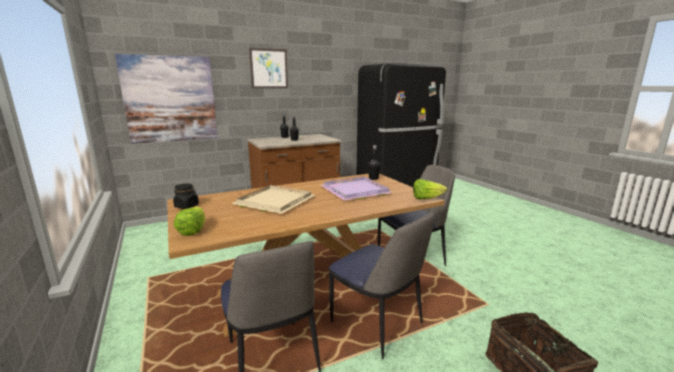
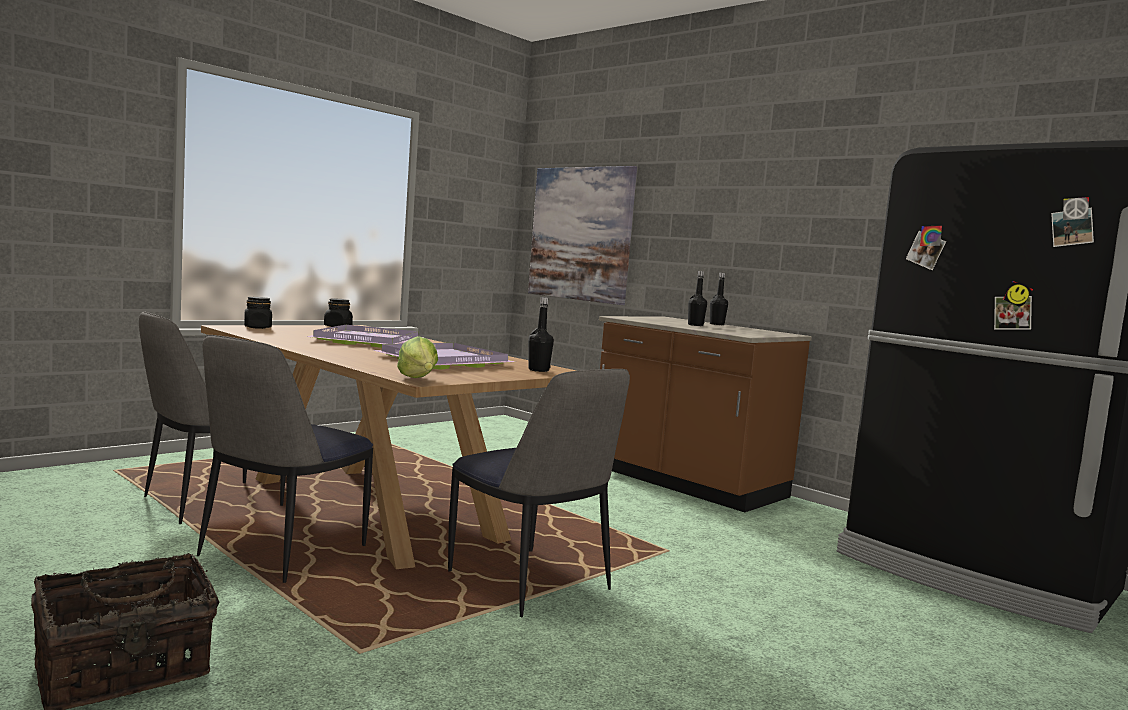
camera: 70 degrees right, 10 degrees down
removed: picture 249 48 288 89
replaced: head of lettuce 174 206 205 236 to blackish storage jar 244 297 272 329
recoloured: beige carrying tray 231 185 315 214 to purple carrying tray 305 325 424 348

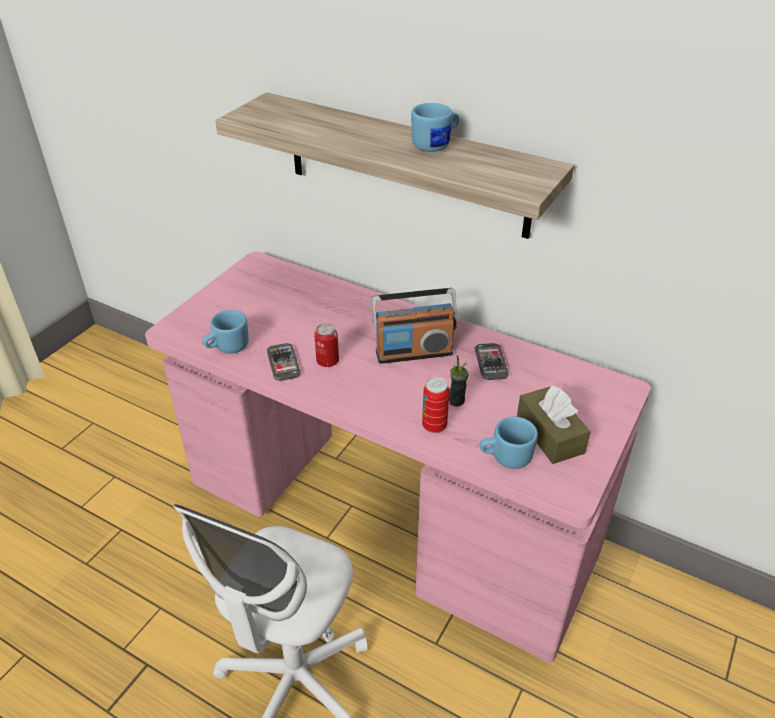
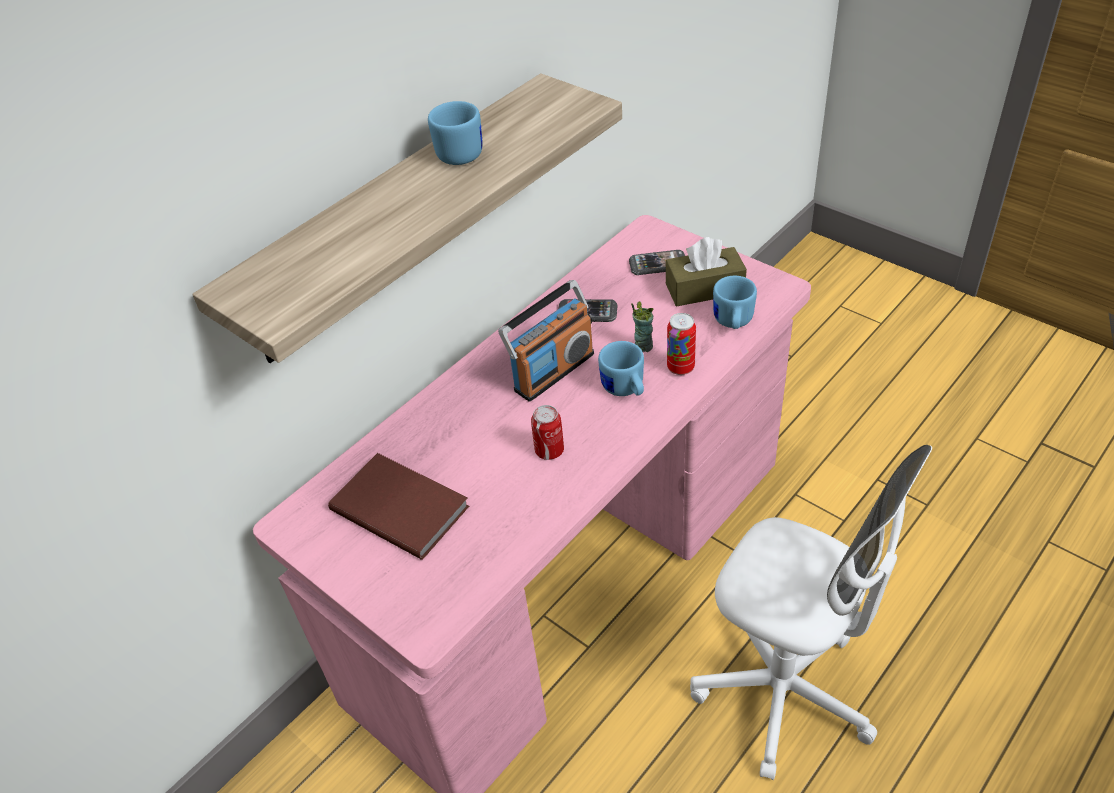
camera: 75 degrees left, 5 degrees up
added: brownish book 328 453 469 560
moved: blue-coloured coffee mug 202 310 249 354 to 598 341 644 396; handset 267 343 301 381 to 629 250 685 275
turned: radio receiver 371 288 457 364 = 498 280 594 402 45 degrees clockwise

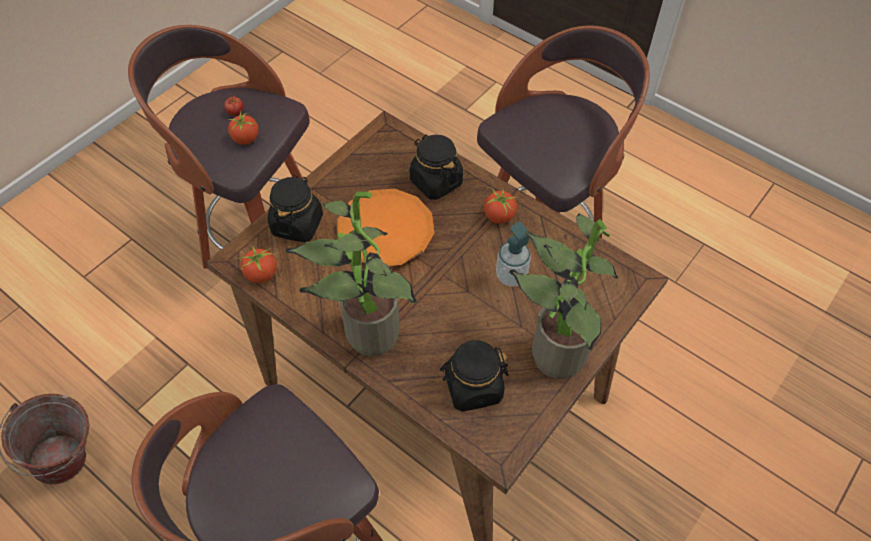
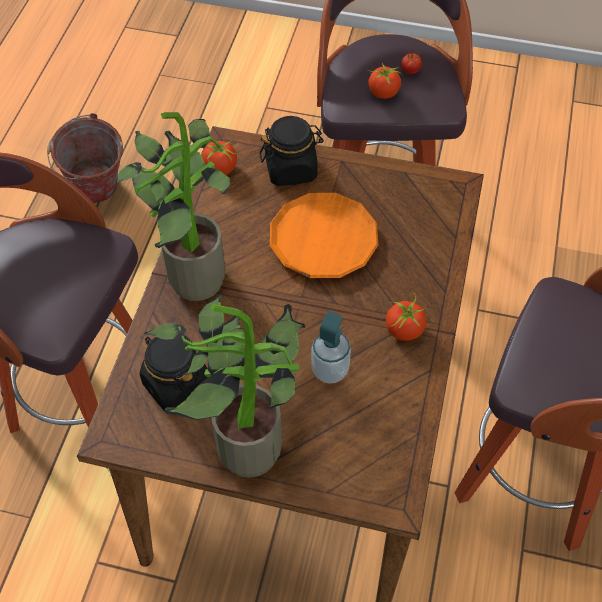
camera: 65 degrees right, 0 degrees up
removed: blackish storage jar 410 134 463 200

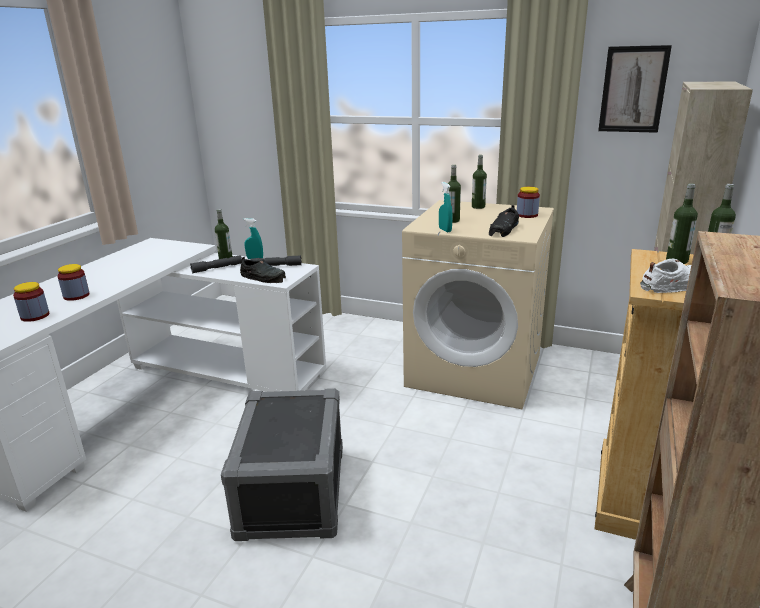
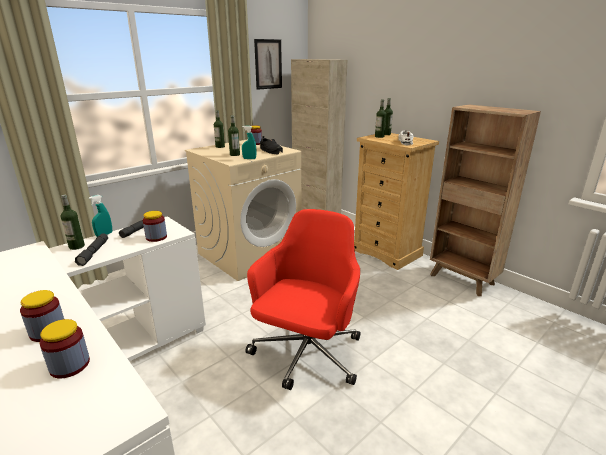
camera: 65 degrees left, 0 degrees up
replaced: gray storage box 221 388 343 541 to red-coloured computer chair 246 209 360 390; blackish shoe 240 257 286 283 to storage jar 143 211 167 242

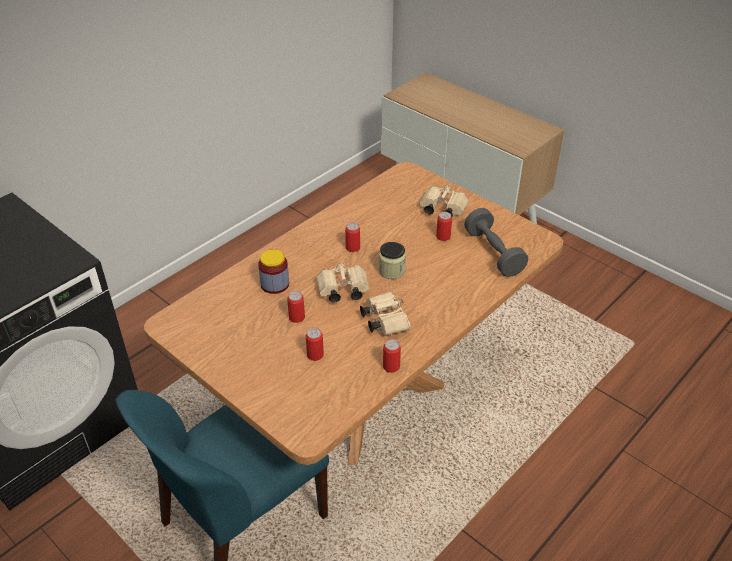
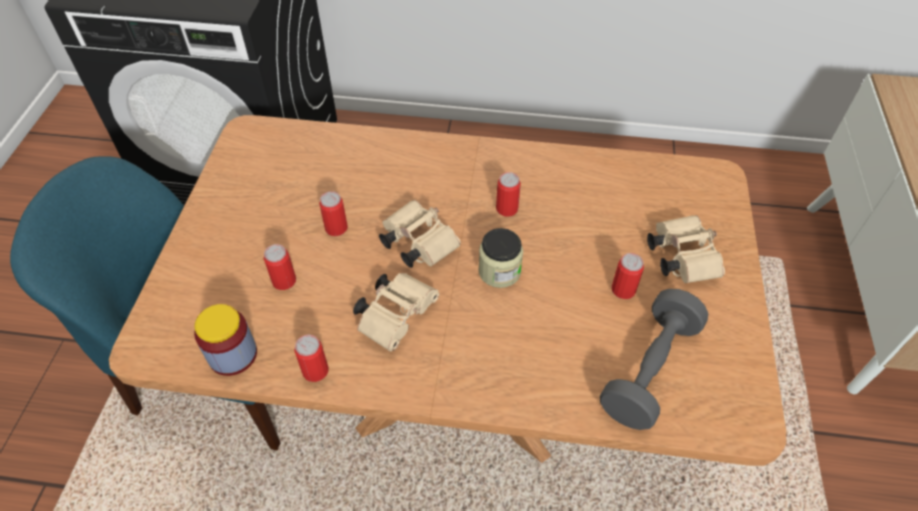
camera: 55 degrees right, 10 degrees up
moved: storage jar 258 249 289 294 to 194 304 257 376

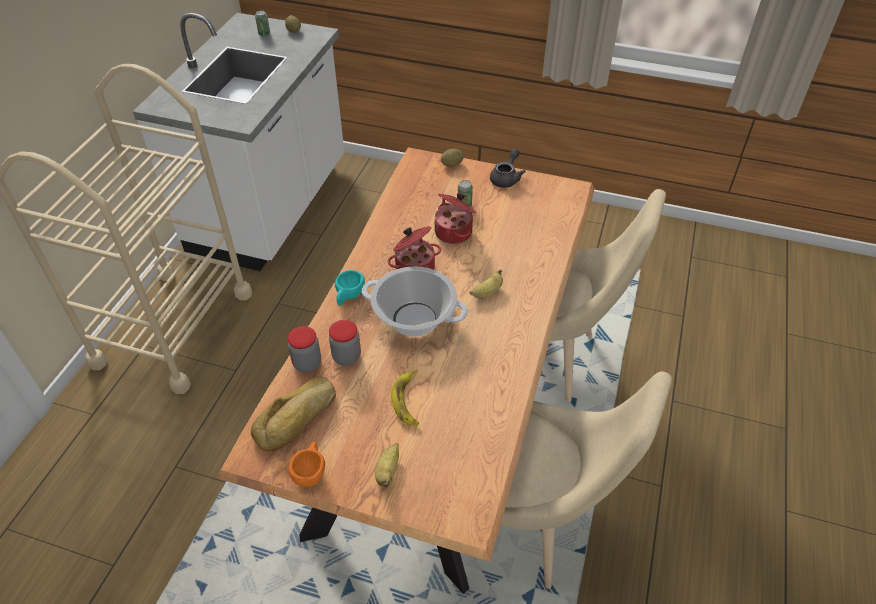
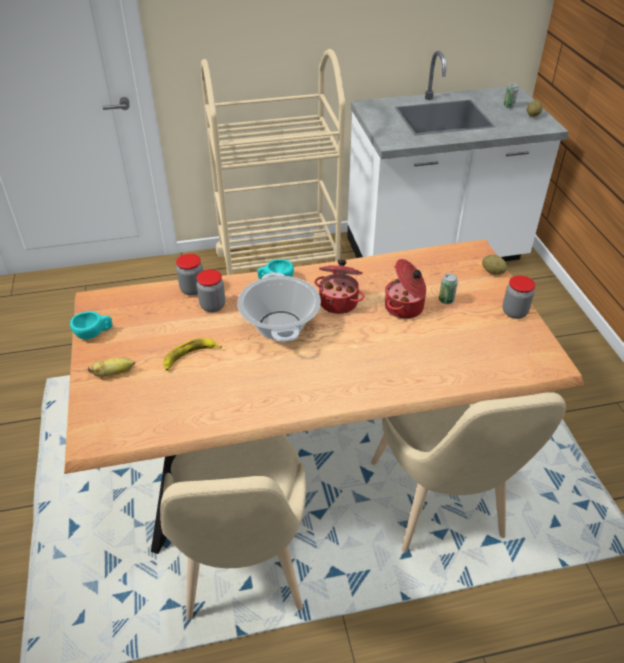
camera: 60 degrees right, 5 degrees down
removed: baked bread 251 377 336 452; banana fruit 470 269 503 299
replaced: gray teapot 490 149 526 188 to storage jar 503 276 535 319
recoloured: orange-coloured drinking cup 288 441 325 487 to blue-green drinking cup 70 311 113 339

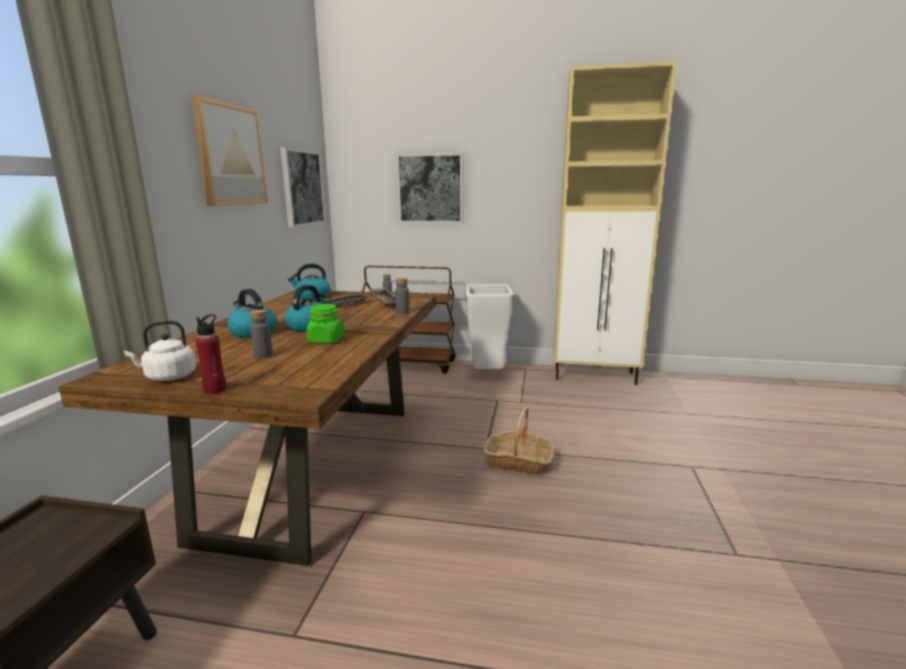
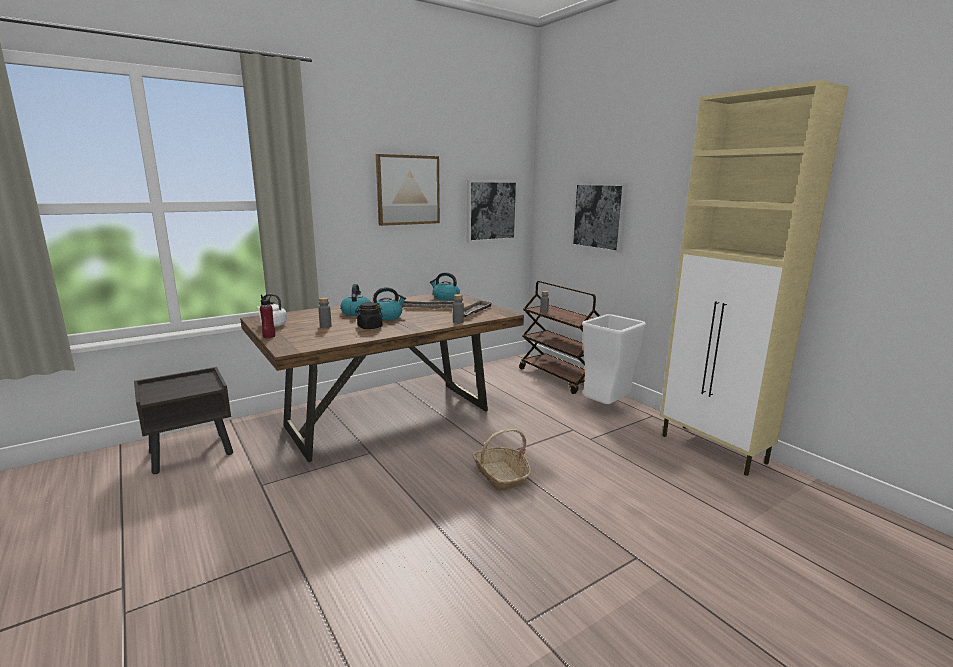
camera: 45 degrees right, 0 degrees up
recoloured: green storage jar 307 304 344 343 to blackish storage jar 355 302 383 329

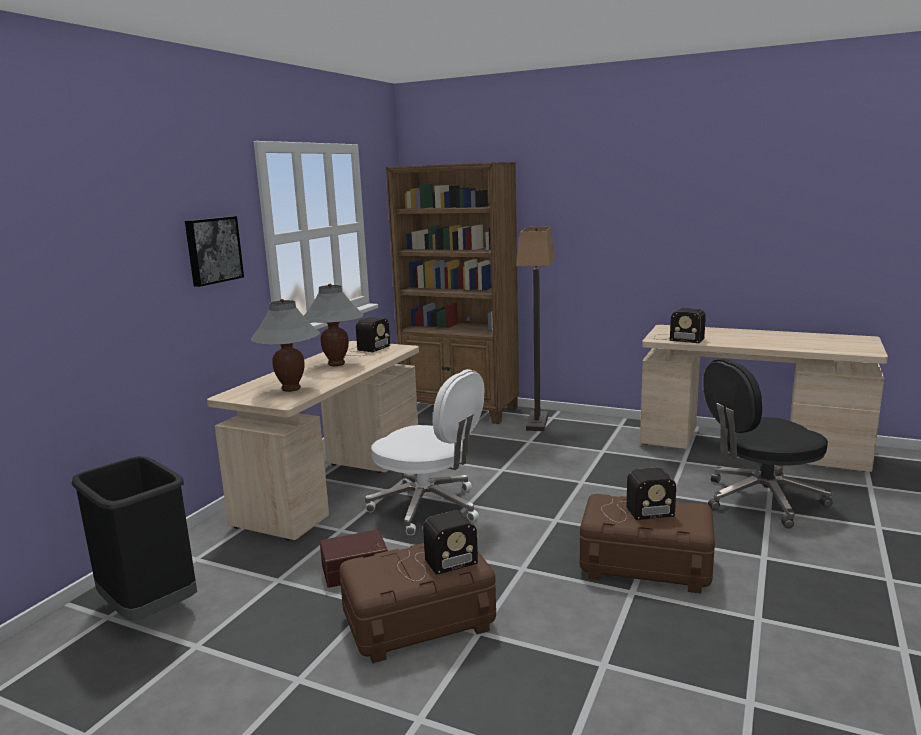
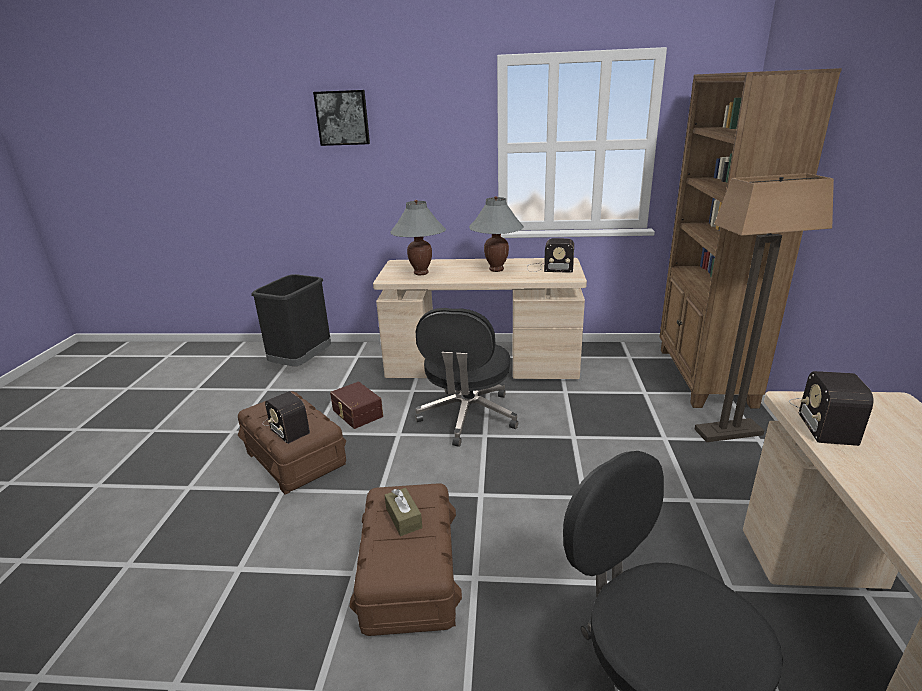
camera: 70 degrees right, 10 degrees up
moved: picture 185 216 244 287 to 313 90 370 146
replaced: radio receiver 601 467 676 523 to brownish tissue box 385 488 422 536
recoloured: whitish computer chair 365 369 484 535 to blackish computer chair 415 308 518 447

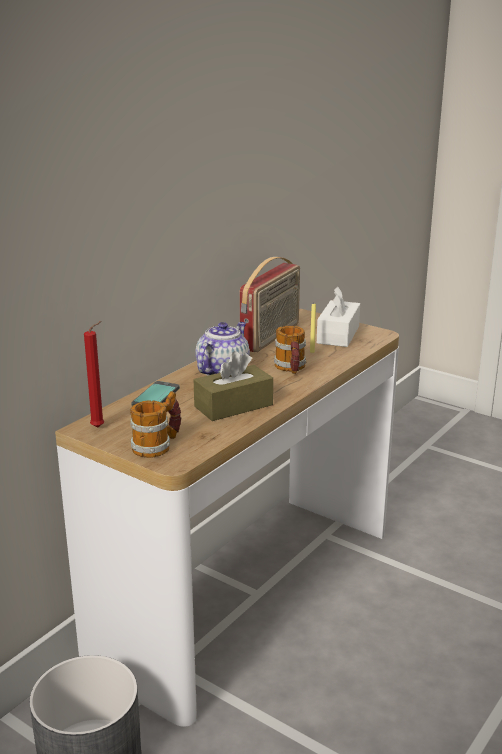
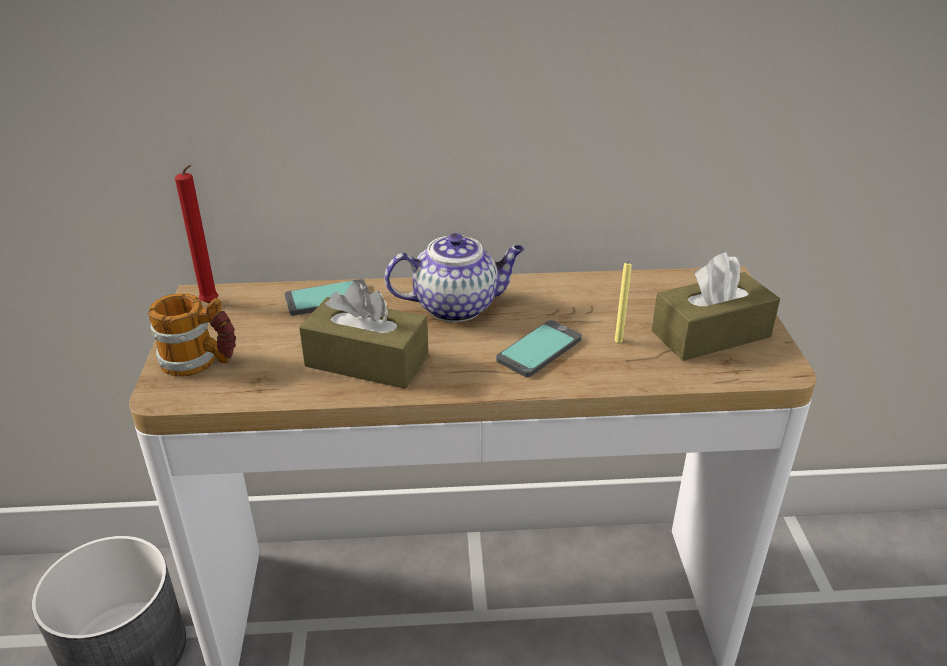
camera: 50 degrees right, 10 degrees up
removed: radio receiver 240 257 300 352
replaced: coffee mug 274 326 306 374 to handset 496 320 582 377
recoloured: whitish tissue box 317 287 360 347 to brownish tissue box 652 252 780 361

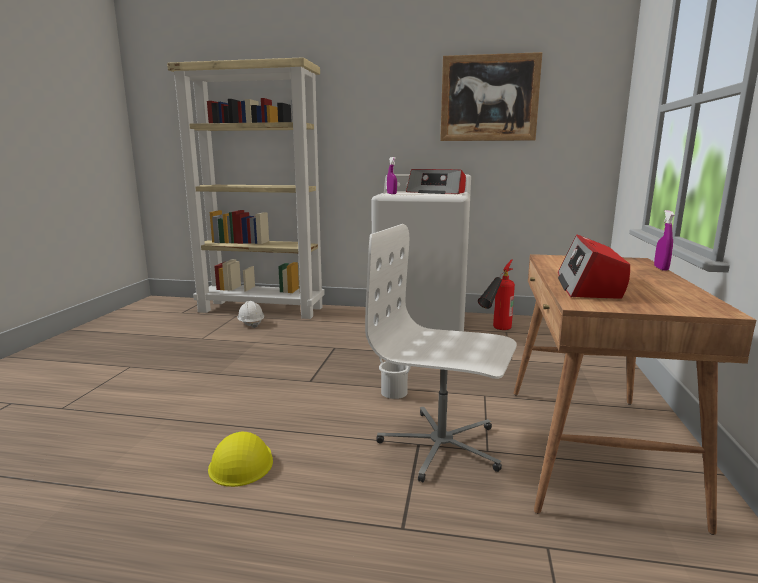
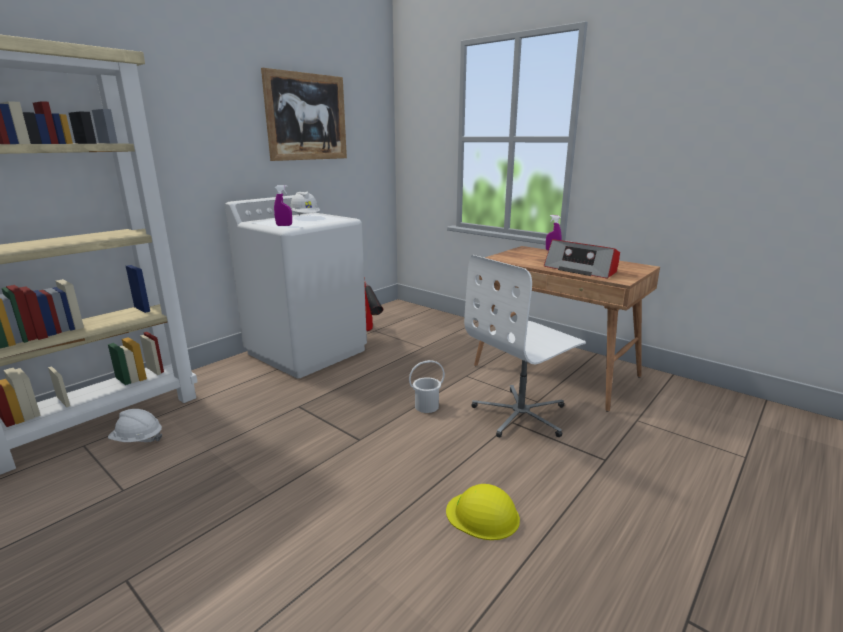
camera: 60 degrees left, 5 degrees up
replaced: radio receiver 406 169 466 194 to whitish hard hat 290 191 320 215

